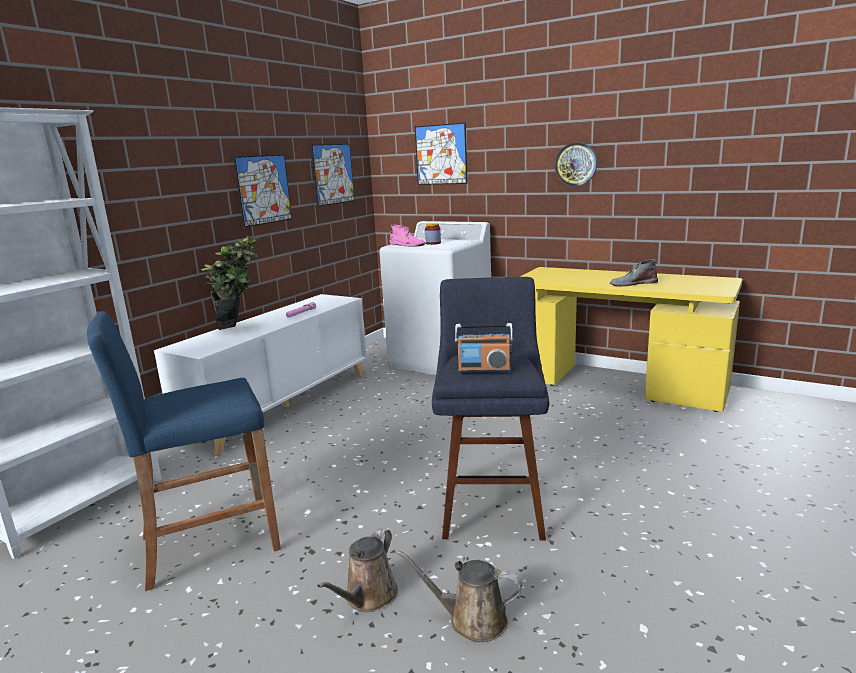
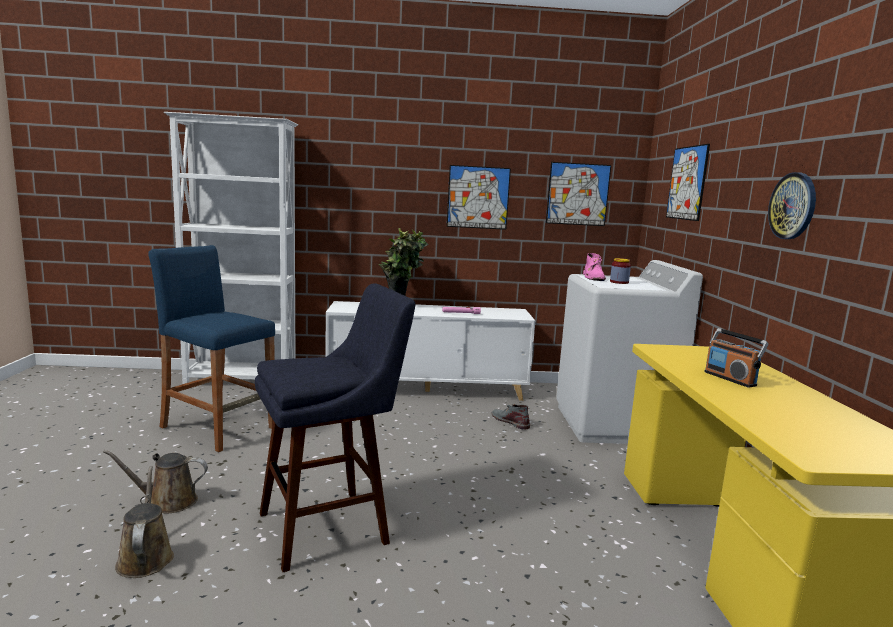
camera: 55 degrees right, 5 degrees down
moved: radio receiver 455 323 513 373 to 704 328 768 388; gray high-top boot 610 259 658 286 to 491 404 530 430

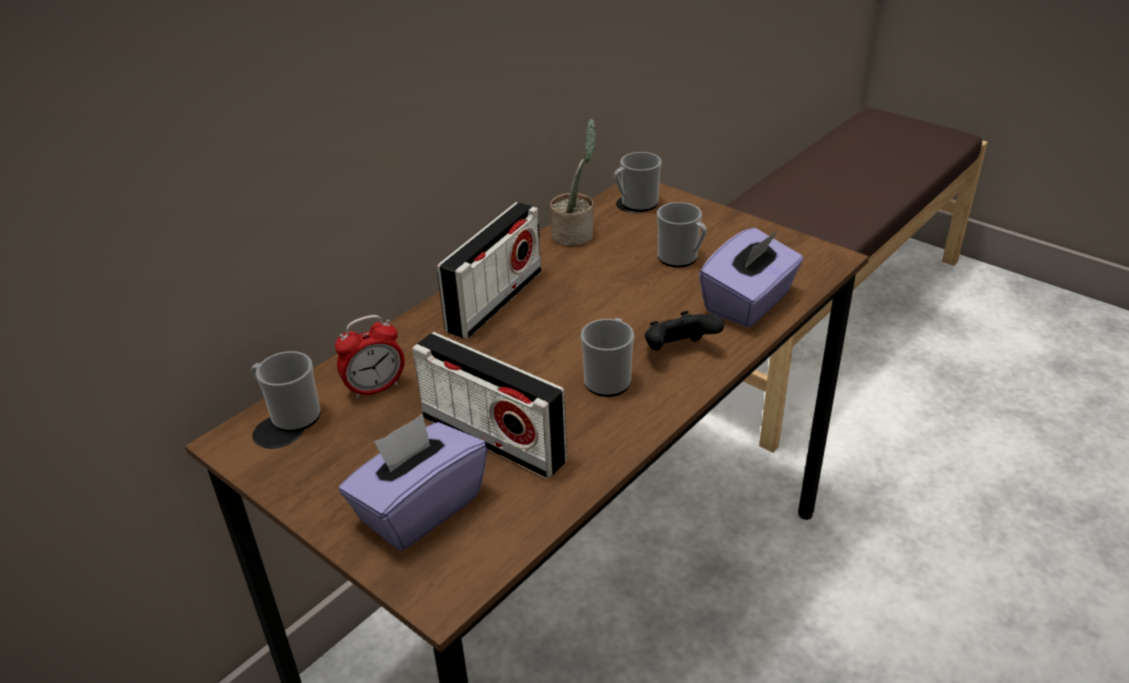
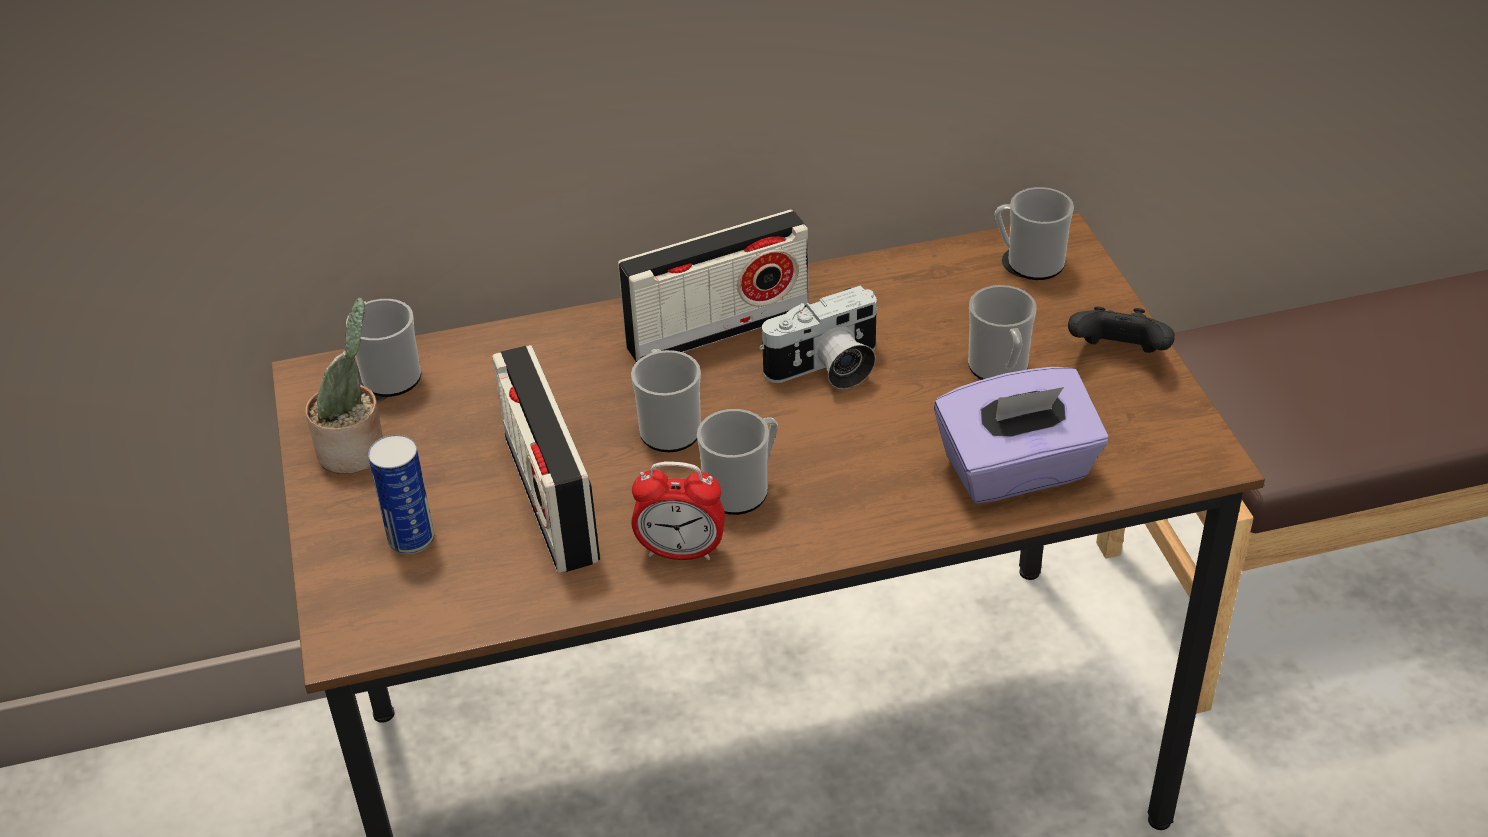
camera: 35 degrees right, 5 degrees up
added: coffee mug 631 349 701 452; still camera 759 285 878 389
moved: alarm clock 335 315 405 399 to 631 461 725 560; plant in a pot 550 118 596 247 to 305 297 383 474; blackish joypad 645 311 724 350 to 1068 307 1175 353
replaced: purple tissue box 339 414 487 551 to metal can 368 435 434 554

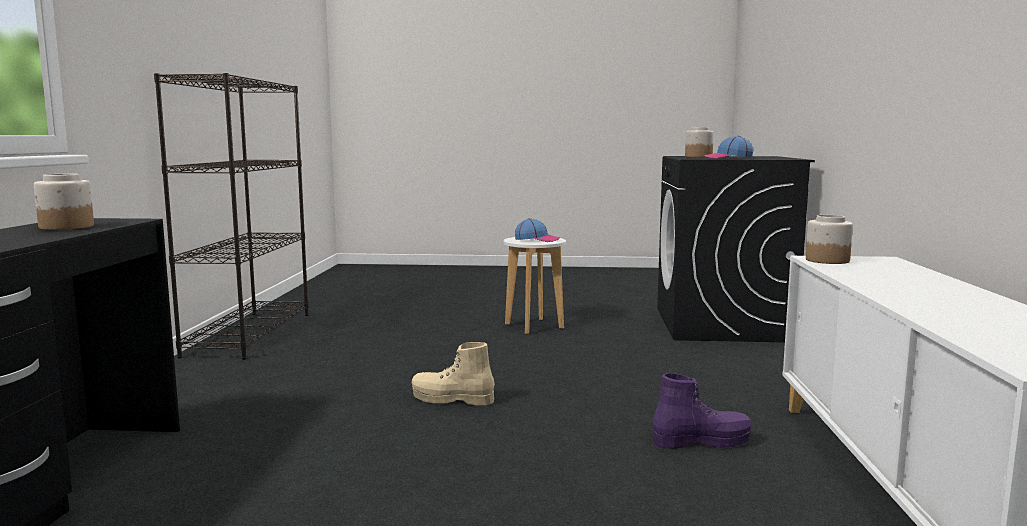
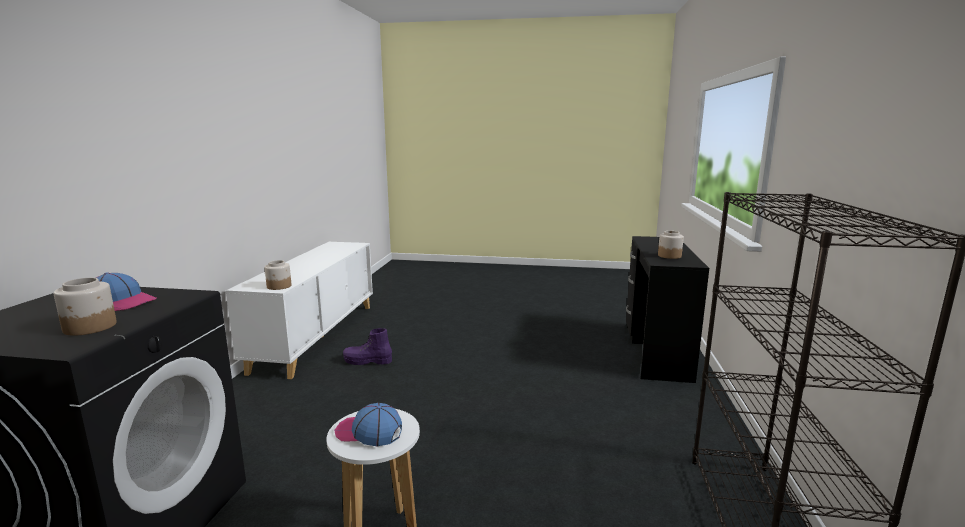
camera: 175 degrees left, 5 degrees up
removed: beige high-top boot 412 342 495 405

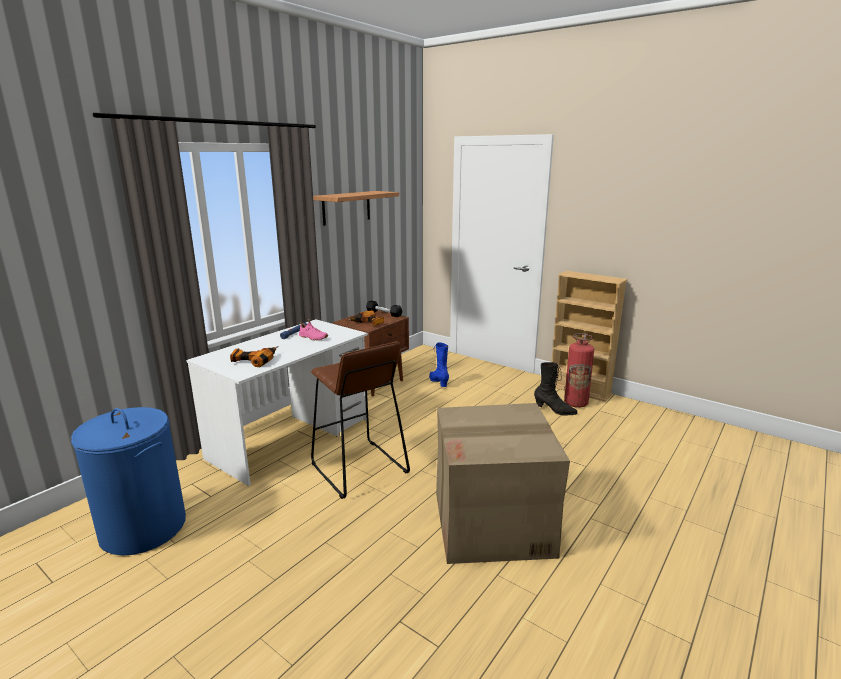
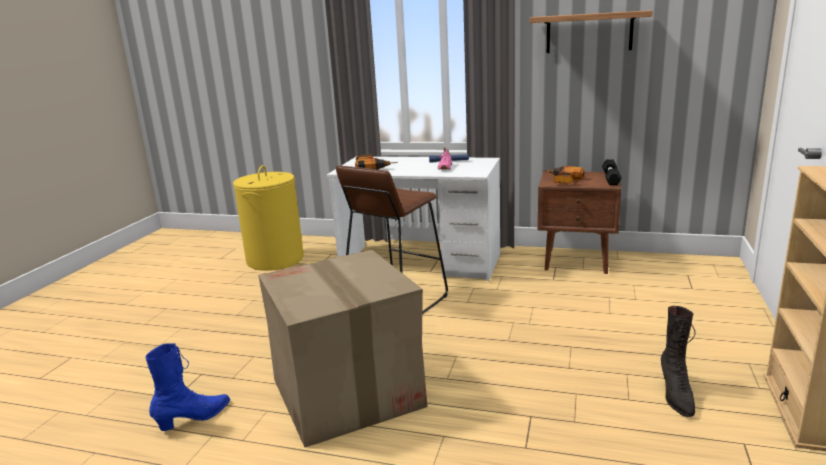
camera: 70 degrees right, 0 degrees up
removed: fire extinguisher 564 333 594 408
moved: blue-coloured high-top boot 429 342 449 387 to 145 343 230 431
recoloured: blue-coloured hamper 71 407 186 556 to yellow hamper 233 165 304 271

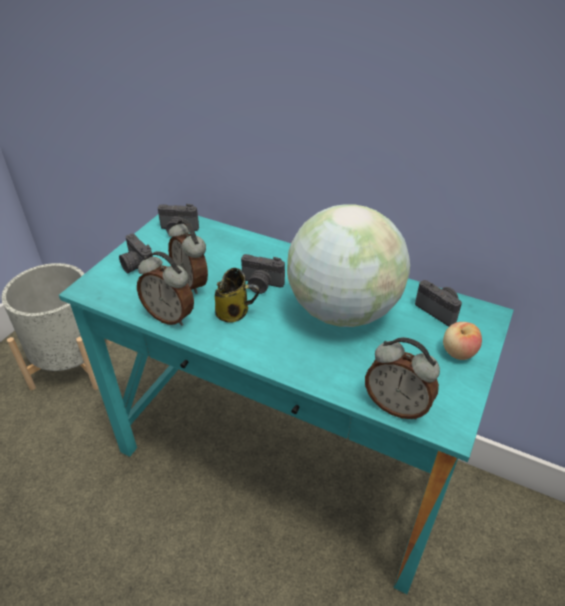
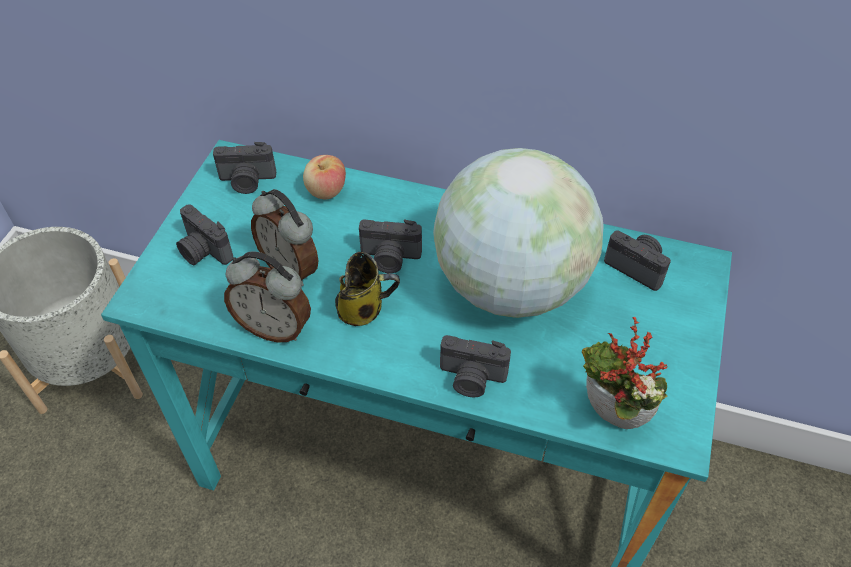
camera: 10 degrees left, 10 degrees up
added: still camera 440 335 511 397
moved: apple fruit 443 322 482 360 to 303 155 346 200
replaced: alarm clock 365 337 440 419 to plant in a pot 582 317 668 429

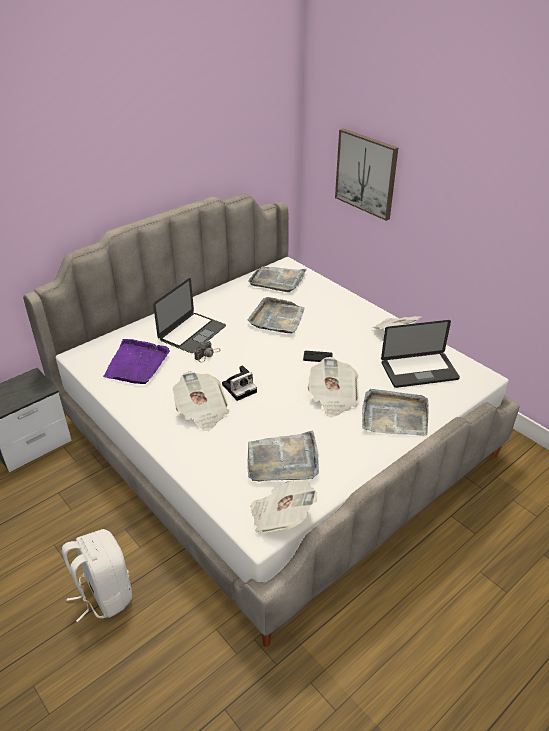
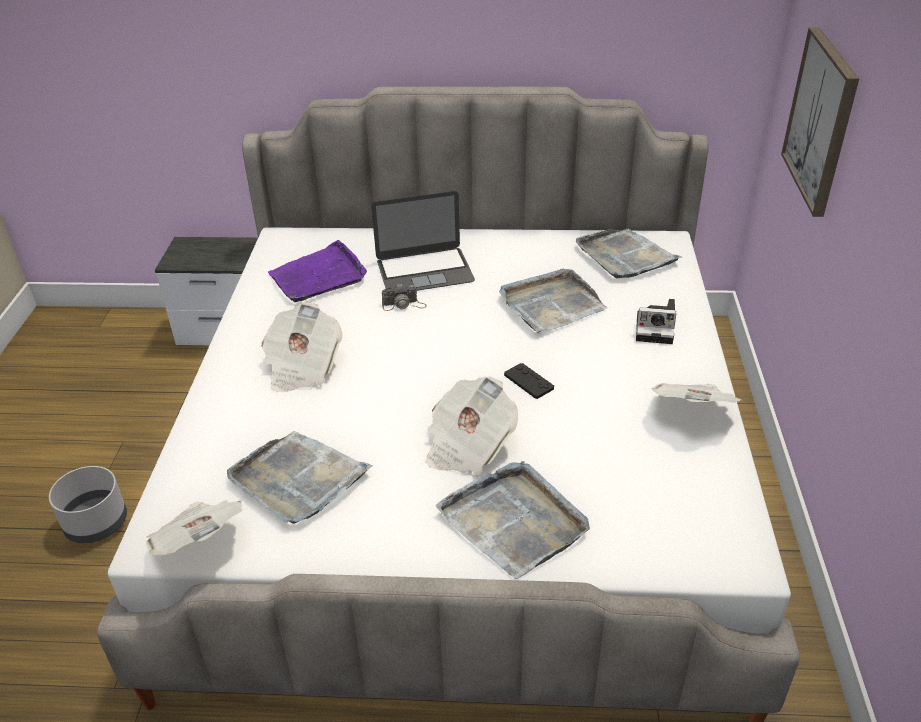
camera: 45 degrees right, 0 degrees up
removed: portable computer 381 320 460 388
moved: still camera 222 365 257 401 to 636 299 676 344
replaced: whitish rucksack 62 529 132 622 to gray flower pot 49 466 127 543

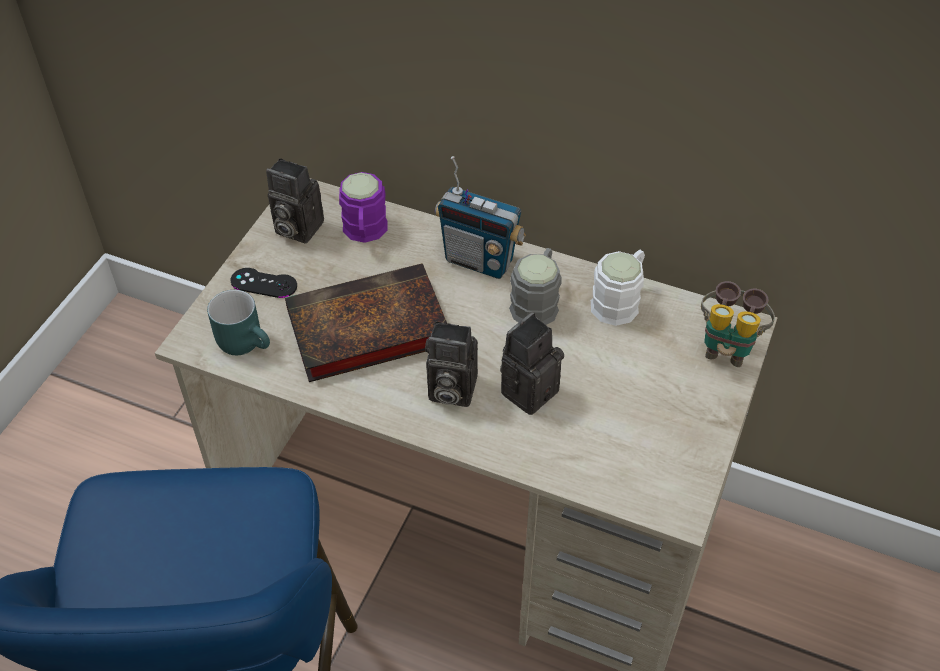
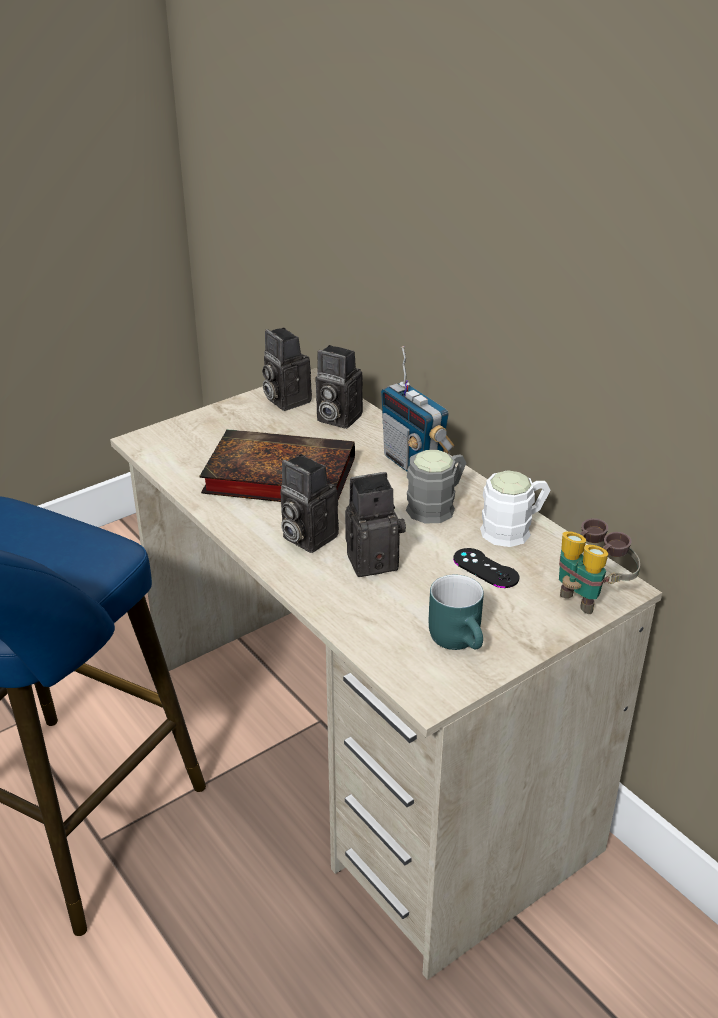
camera: 30 degrees right, 15 degrees down
moved: blue-green coffee mug 207 290 270 355 to 429 574 484 650; blackish joypad 231 268 297 298 to 453 548 519 588
replaced: purple coffee mug 339 172 388 243 to still camera 316 345 363 429

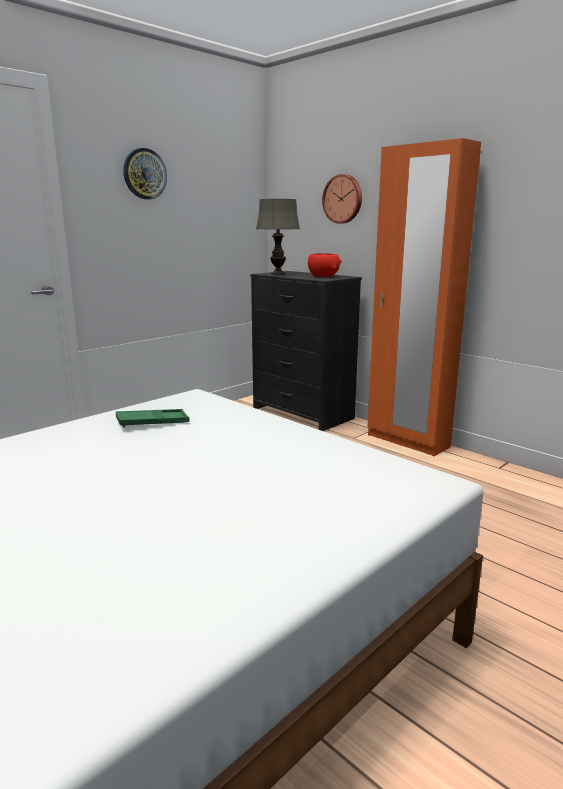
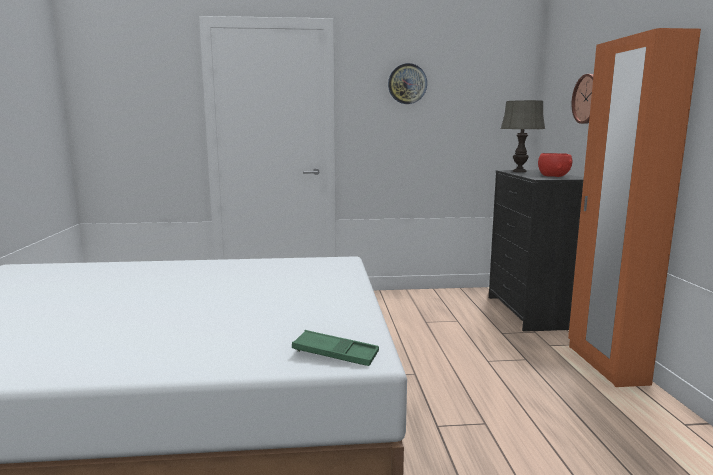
camera: 40 degrees right, 5 degrees down
moved: green carrying tray 116 409 189 427 to 292 330 379 366

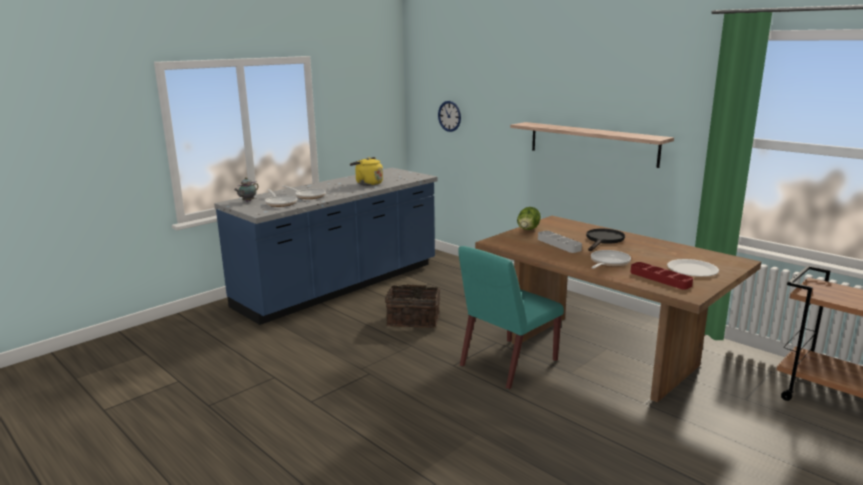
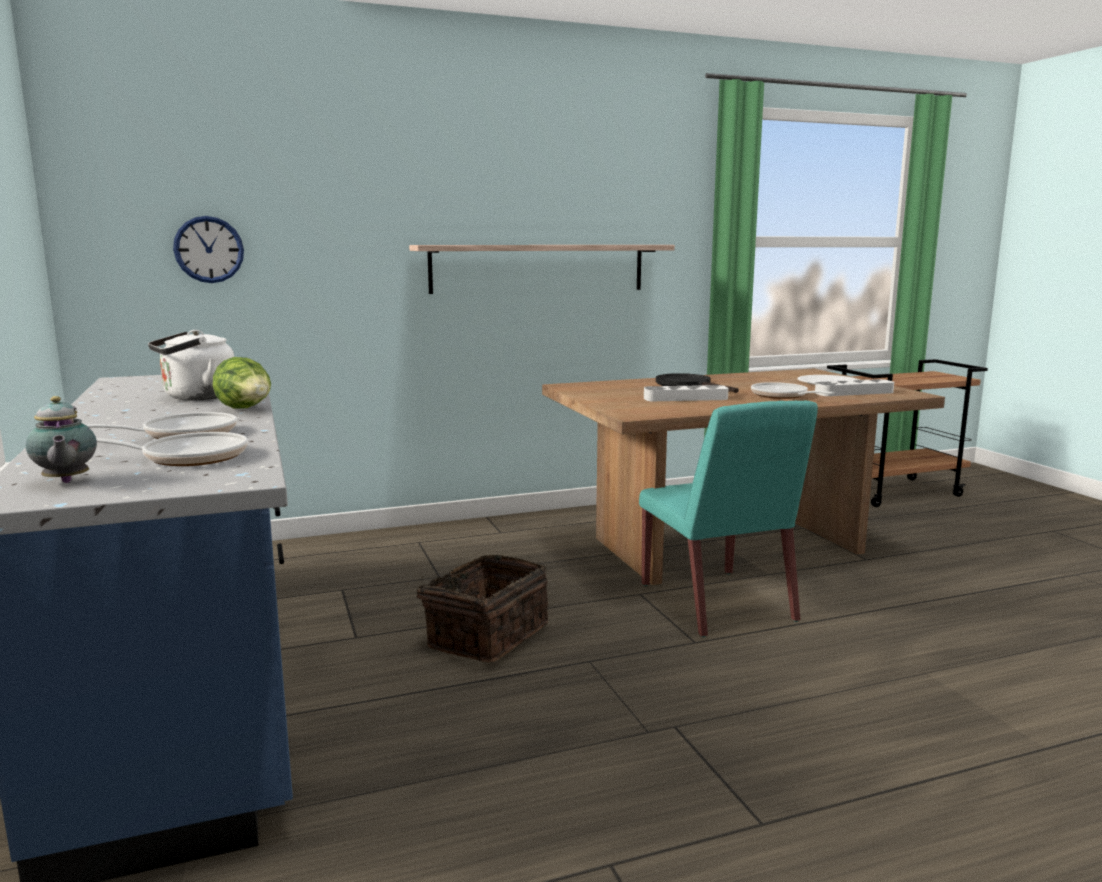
camera: 65 degrees left, 5 degrees down
moved: head of lettuce 517 207 541 230 to 213 357 271 409
recoloured: yellow tea kettle 350 157 383 186 to whitish tea kettle 148 330 234 400; red-coloured carrying tray 630 262 693 289 to gray carrying tray 815 379 894 396

